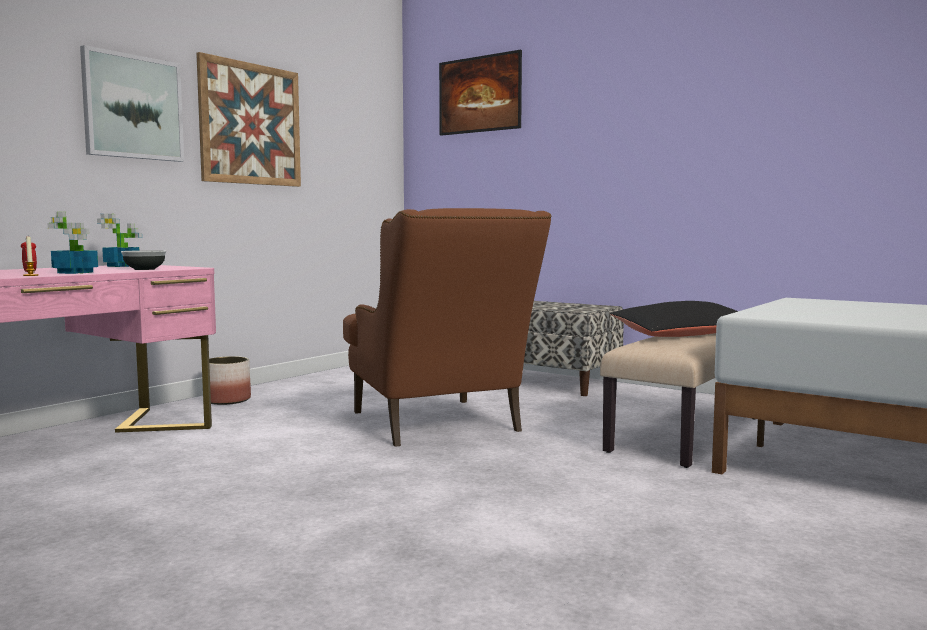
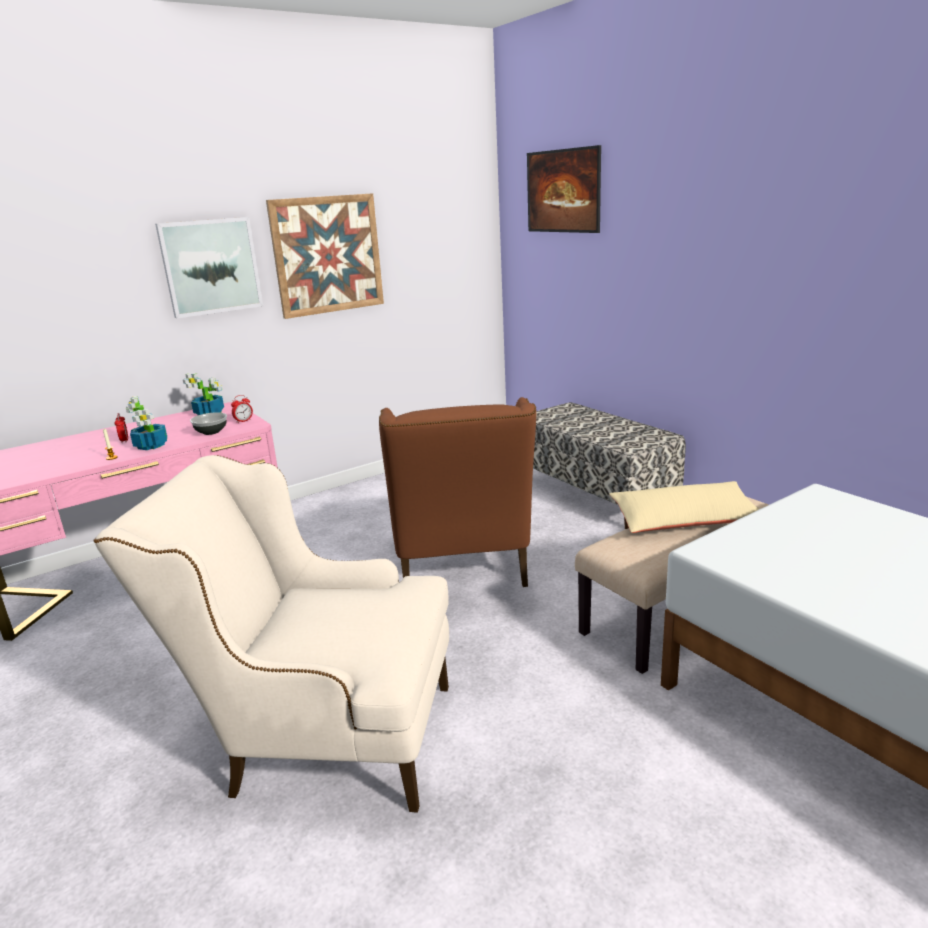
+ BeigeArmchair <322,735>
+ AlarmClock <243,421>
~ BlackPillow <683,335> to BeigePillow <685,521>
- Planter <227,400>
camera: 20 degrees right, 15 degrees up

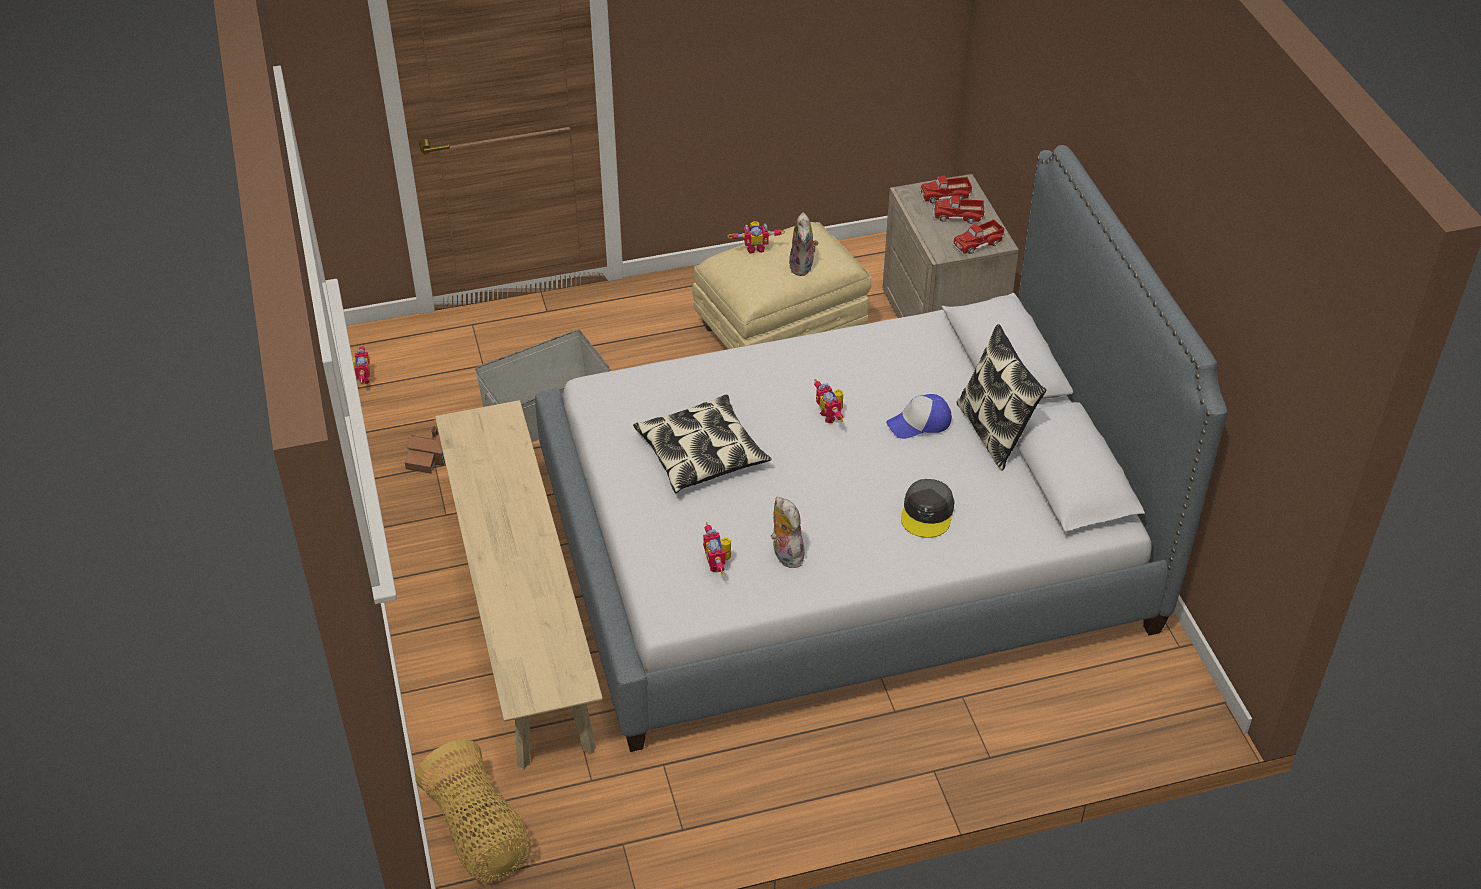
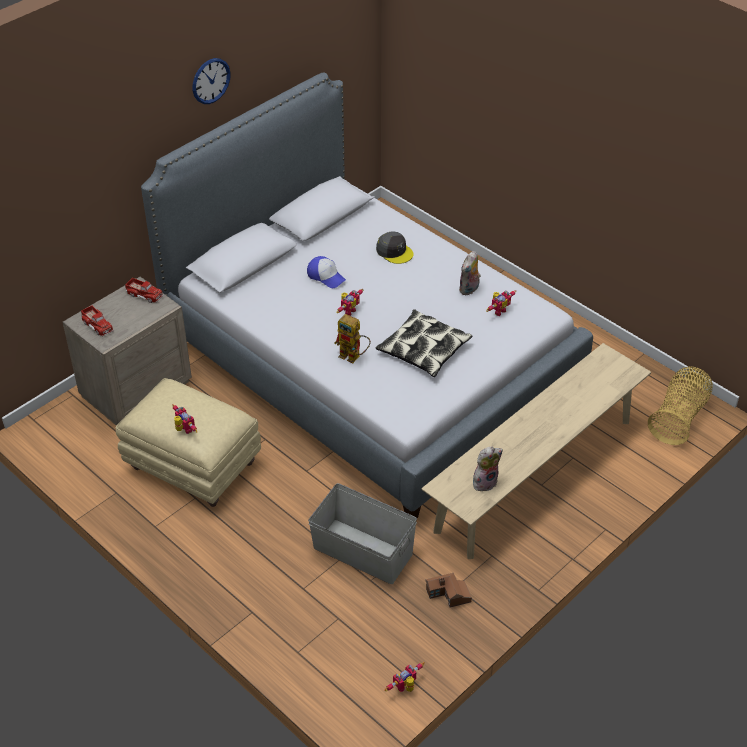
+ WallClock <211,81>
+ ToyRobot <354,357>
~ GreyCap <927,513> = <394,251> 60 degrees clockwise
~ PlushToy <803,267> to <485,481>
- ToyTruck <958,216>
- Pillow <994,432>
camera: 120 degrees left, 0 degrees up

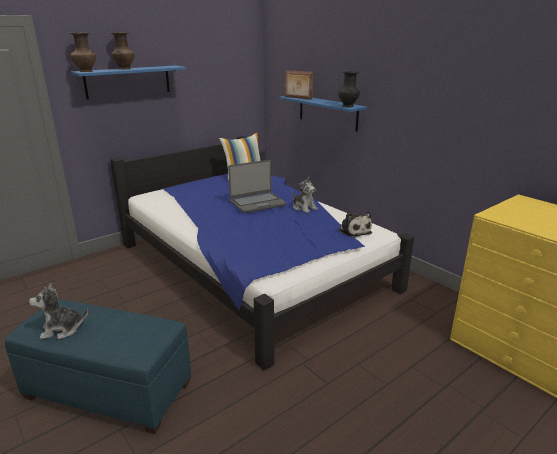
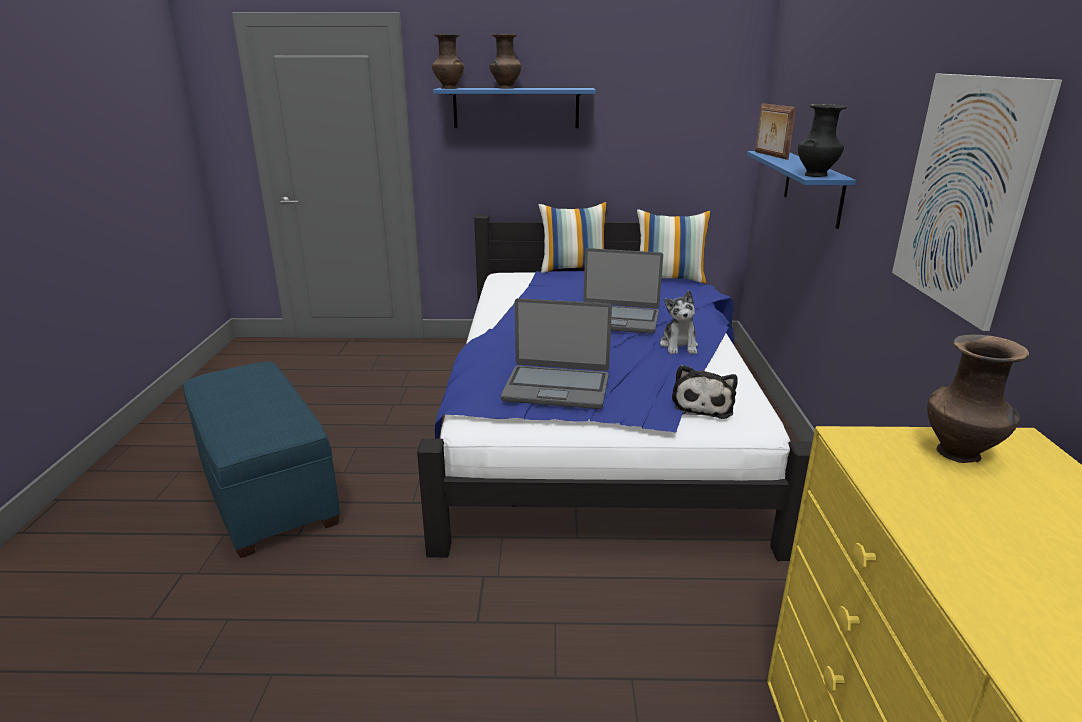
+ Laptop <556,387>
+ Pillow <573,268>
+ Picture <964,194>
+ BrownVase <960,454>
- PlushToy <62,329>
camera: 40 degrees right, 0 degrees up

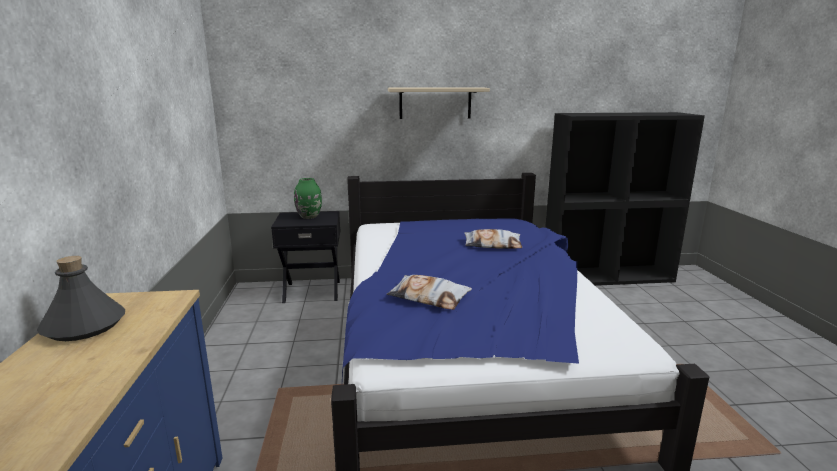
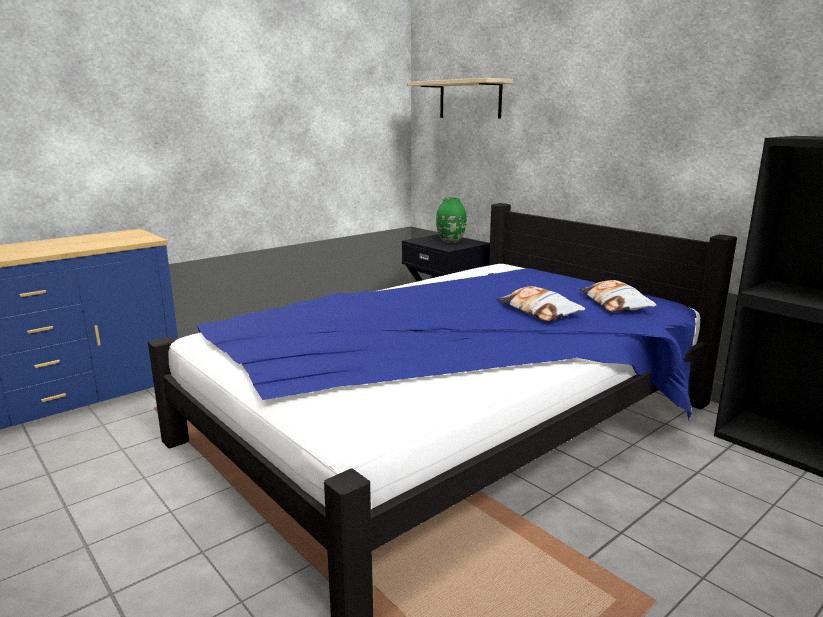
~ BeigeShelf <435,103> to <470,99>
~ Pillow <429,297> to <615,303>
- GreyBottle <85,326>
camera: 55 degrees right, 0 degrees up

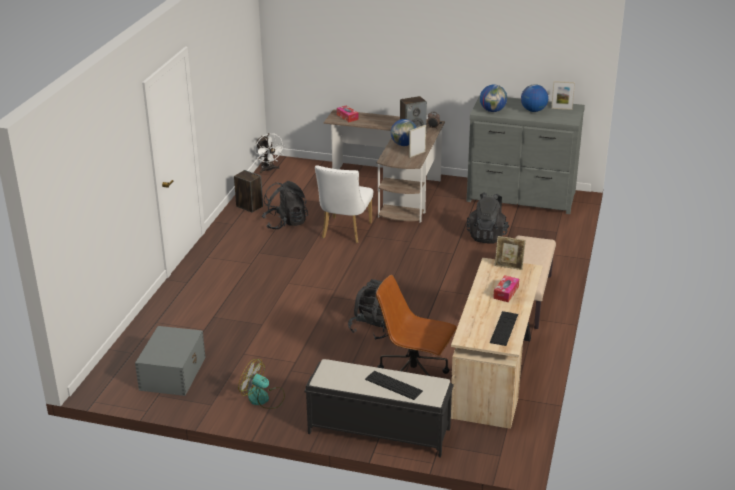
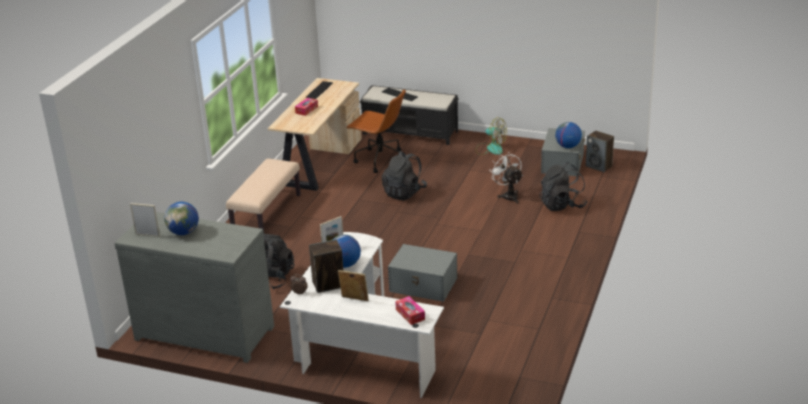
~ BrownDesk <394,189> to WhiteDesk <357,348>
~ PictureFrame <509,267> to <354,299>
~ WhiteChair <344,232> to GreyStorageBox <424,285>
~ WhiteFan <269,170> to <508,195>
~ BlackBackpack <285,223> to <562,205>
~ Globe <492,110> to <568,146>
~ Speaker <249,206> to <599,166>
camera: 175 degrees left, 0 degrees up

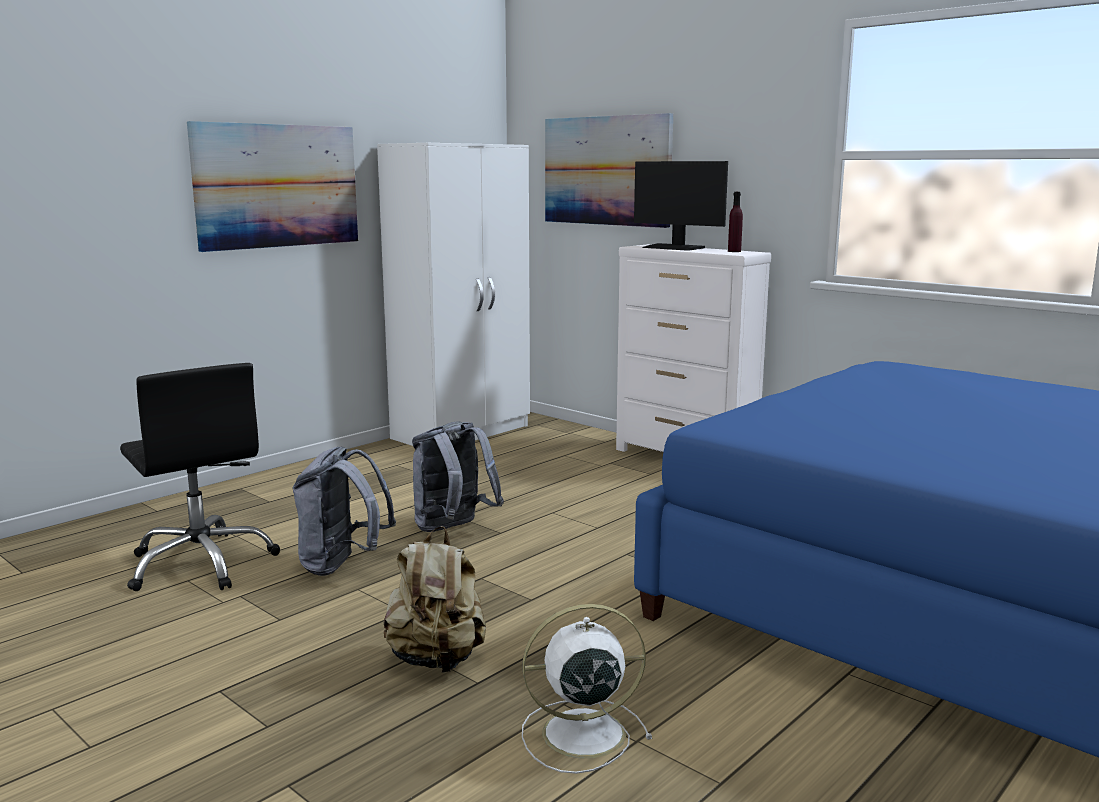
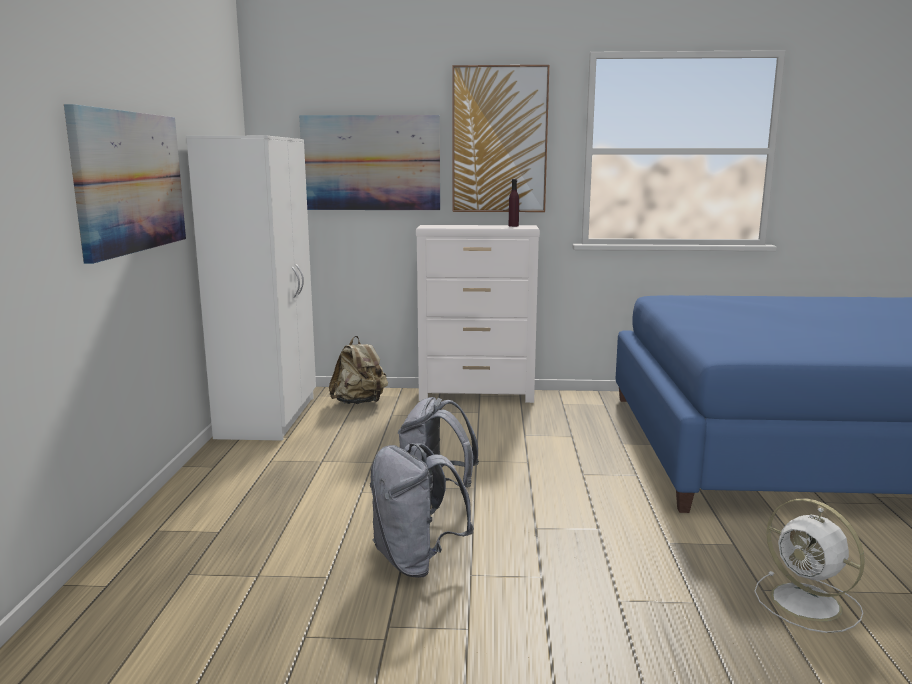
~ BeigeBackpack <437,660> to <360,403>
+ Picture <499,140>
~ WhiteFan <579,734> = <808,603> 75 degrees counterclockwise
- BlackOfficeChair <202,563>
- Monitor <674,247>
camera: 40 degrees left, 0 degrees up

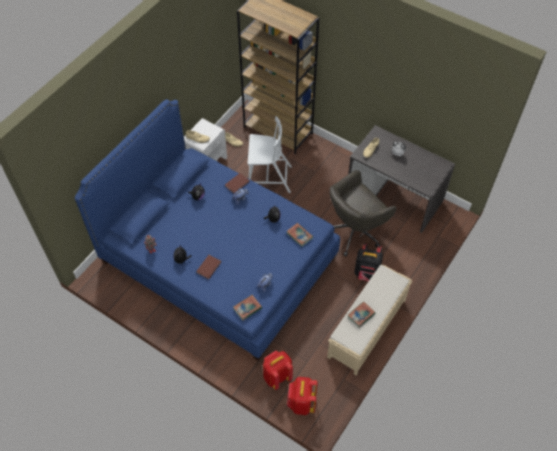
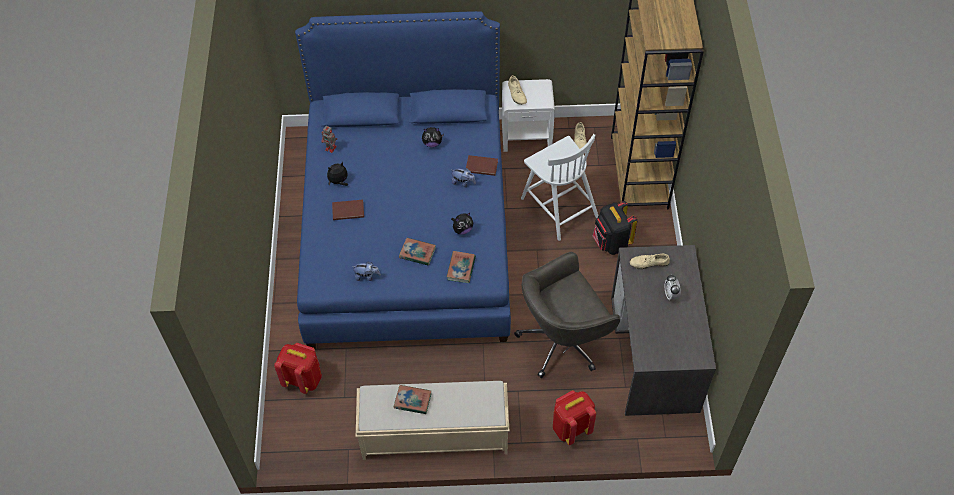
~ Book <247,308> to <417,253>
~ GreyOfficeChair <355,231> = <563,340> 45 degrees counterclockwise
~ RedBackpack <301,403> to <571,427>
~ BlackBackpack <366,273> to <611,243>
camera: 55 degrees right, 0 degrees up

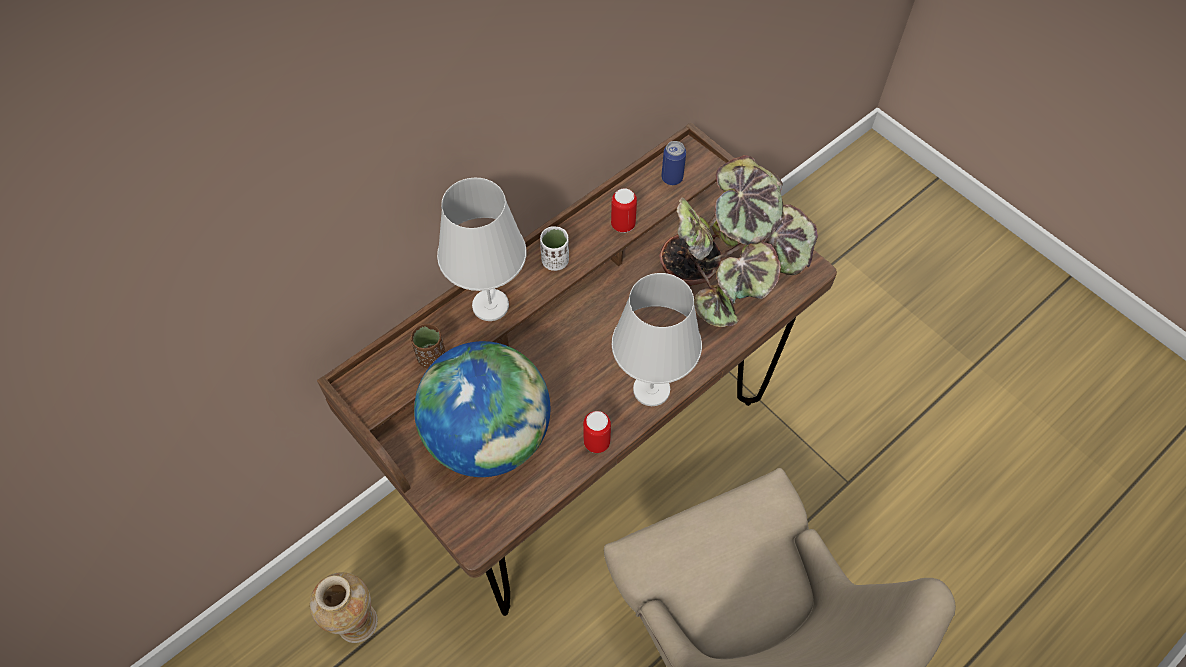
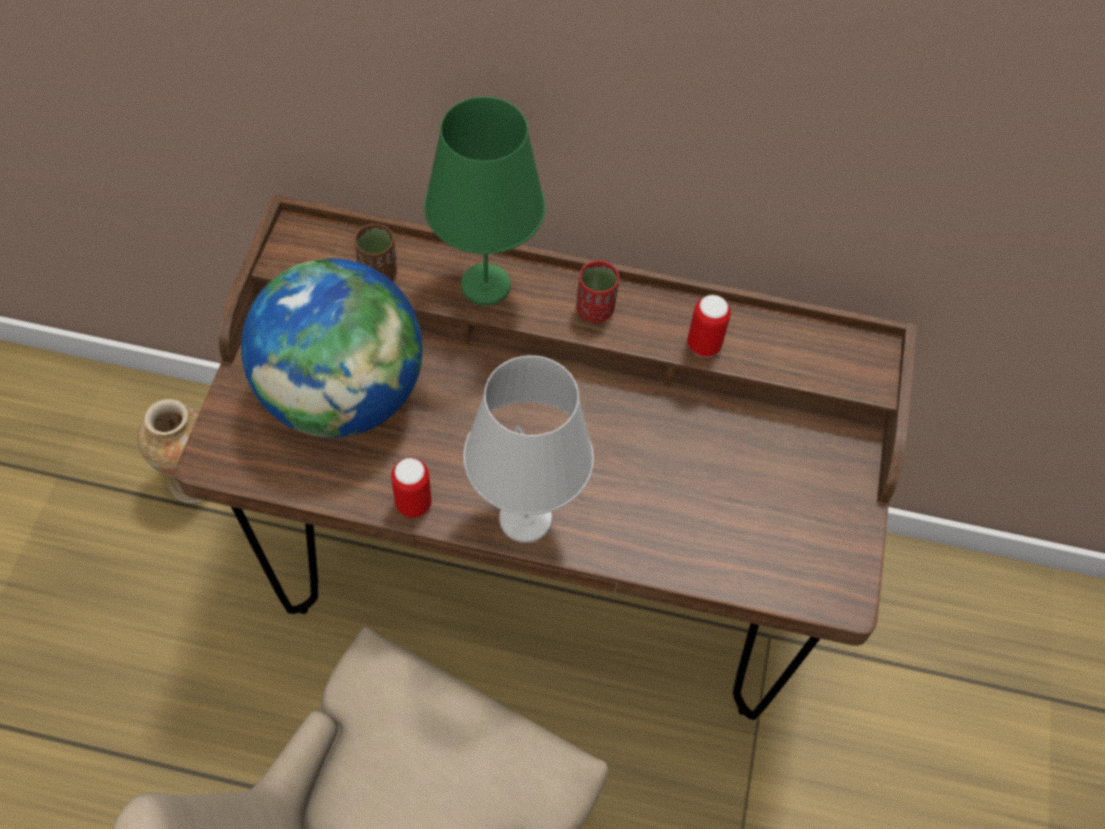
~ WhiteTableLamp <491,305> to GreenTableLamp <486,285>
~ WhiteCup <555,261> to RedCup <595,309>
- PottedPlant <731,271>
- Can <672,178>
camera: 50 degrees right, 0 degrees up

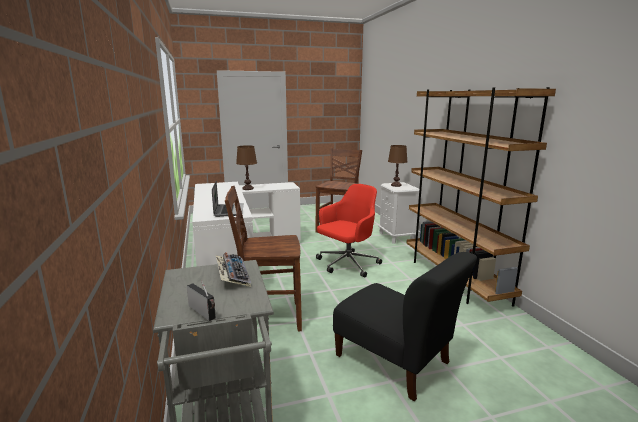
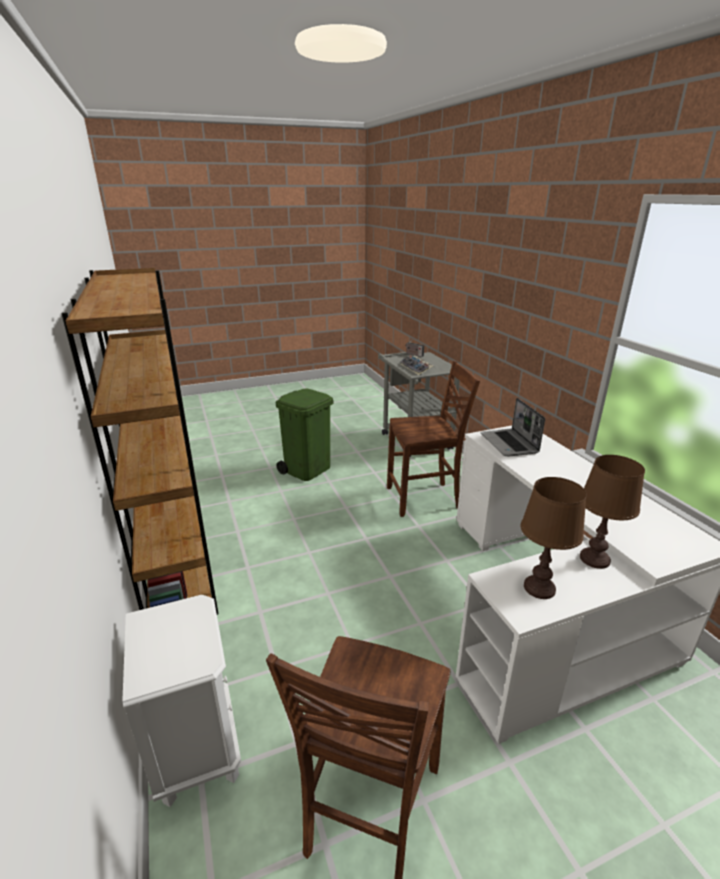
~ BlackChair <395,362> to GreenTrashCan <307,469>
~ BrownTableLamp <396,185> to <539,588>
- RedOfficeChair <347,264>
camera: 175 degrees right, 10 degrees up

